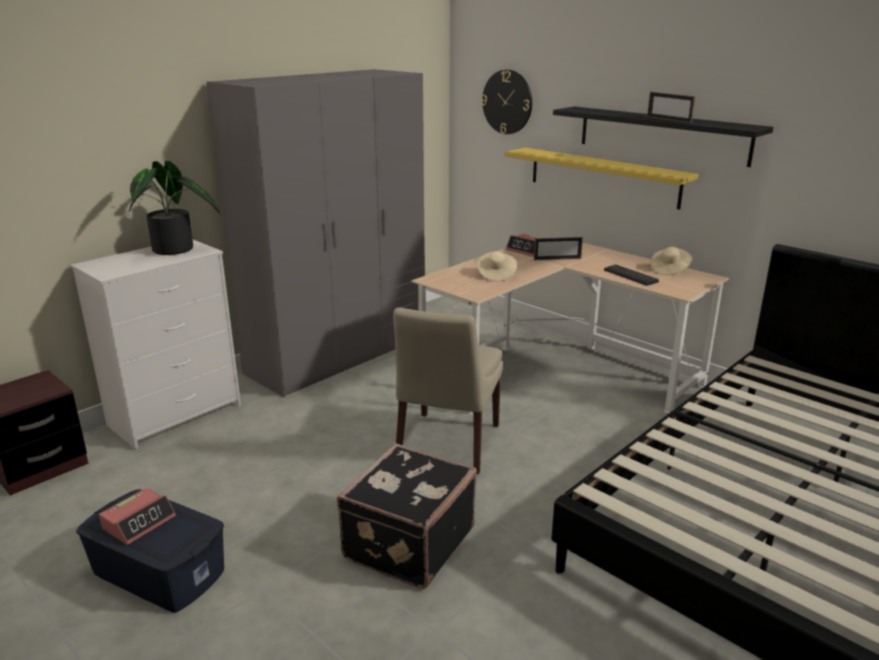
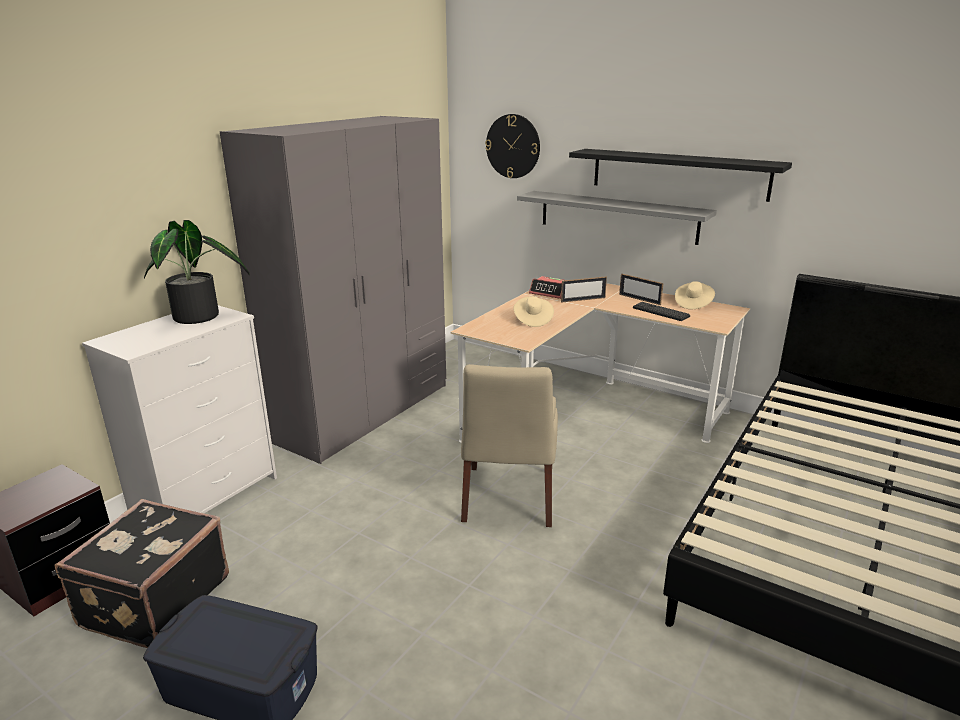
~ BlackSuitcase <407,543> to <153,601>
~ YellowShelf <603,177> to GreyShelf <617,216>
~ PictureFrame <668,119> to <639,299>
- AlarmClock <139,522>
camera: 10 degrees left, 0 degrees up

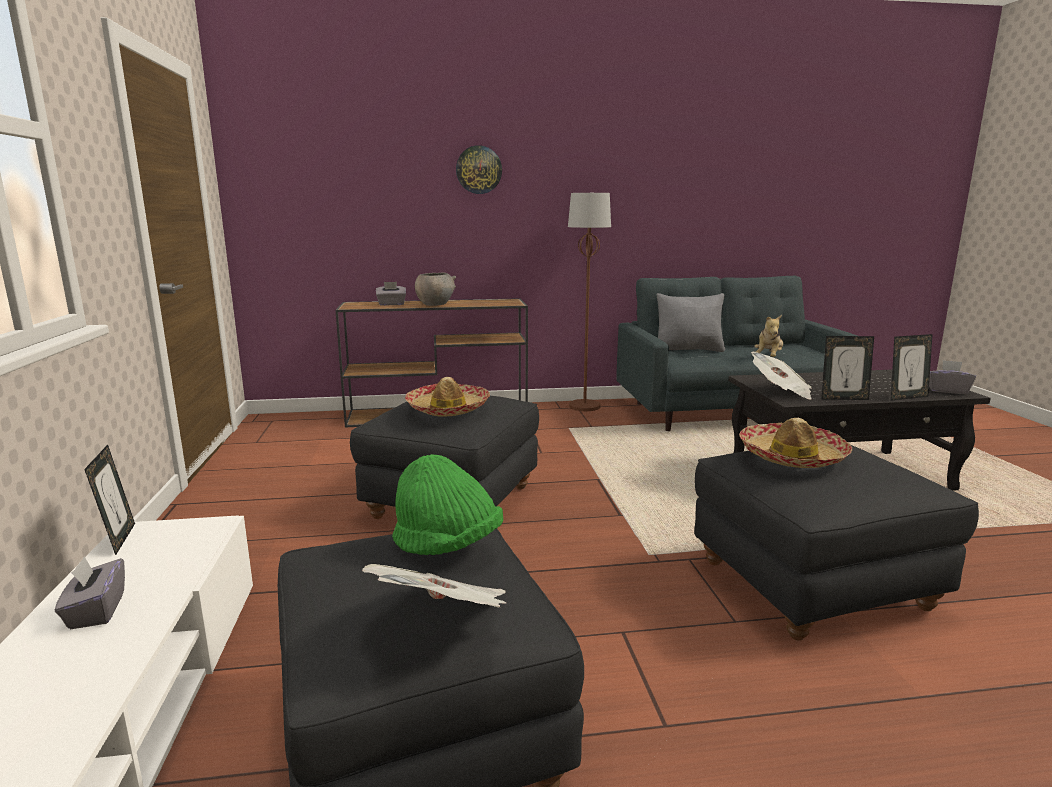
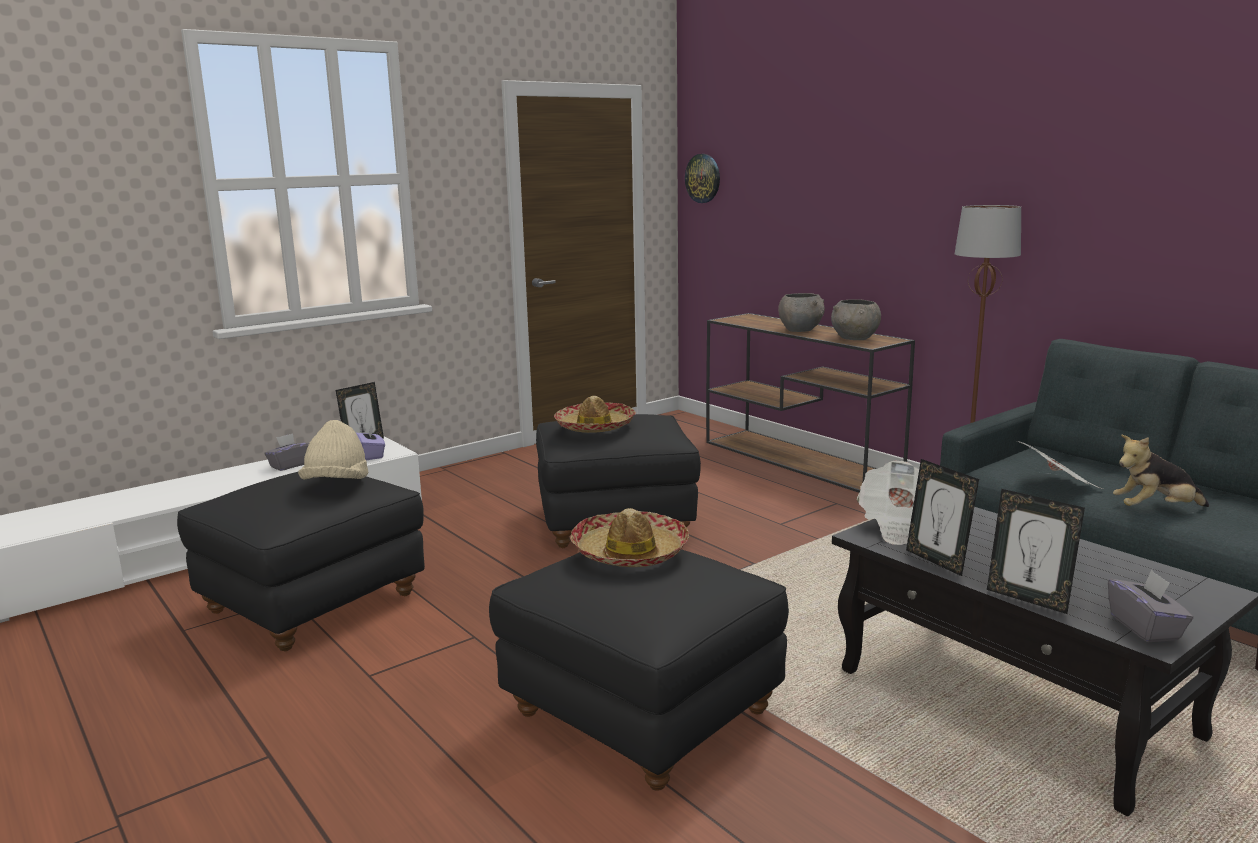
~ GreenHat <447,545> to BeigeHat <336,484>
+ PurpleTissueBox <371,455>
~ WallClock <478,170> to <703,178>
+ GreyBowl <855,339>
~ Newspaper <444,618> to <1056,485>
- GreyTissueBox <391,304>
- GreyPillow <689,349>
camera: 60 degrees right, 0 degrees up

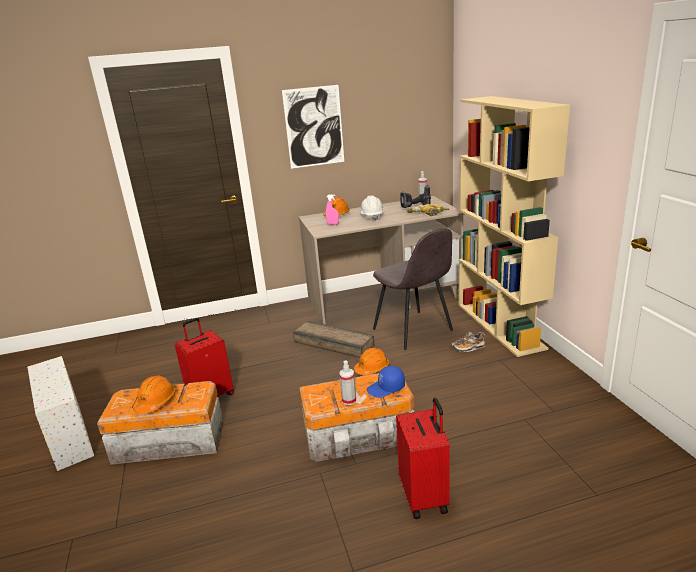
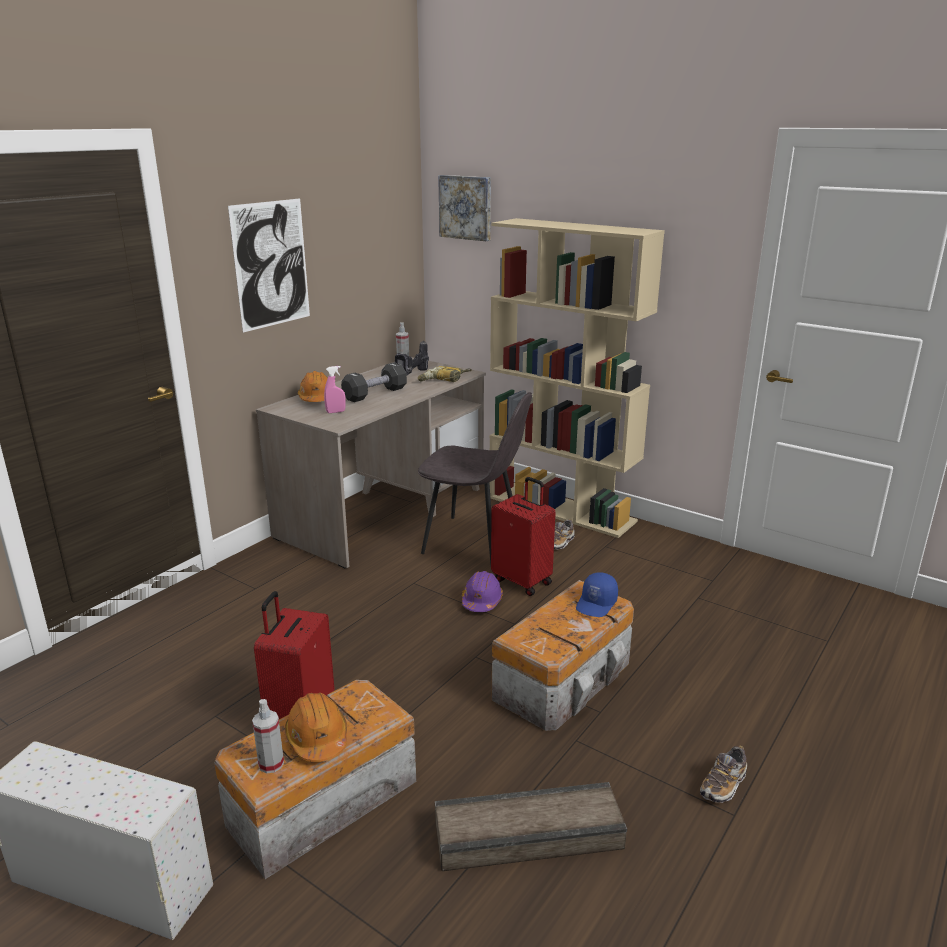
~ SprayBottle <349,400> to <271,764>
~ WhiteHardHat <372,217> to BlackDumbbell <375,394>
~ Crate <334,343> to <527,832>
+ Picture <466,207>
~ OrangeHardHat <372,368> to PurpleHardHat <481,601>
~ RedSuitcase <425,497> to <523,581>
+ Shoe <723,785>
camera: 40 degrees left, 0 degrees up

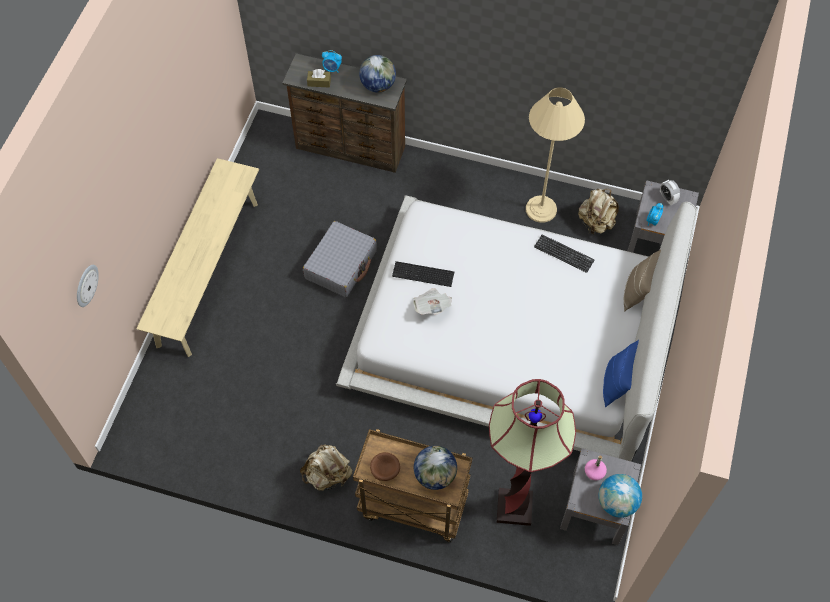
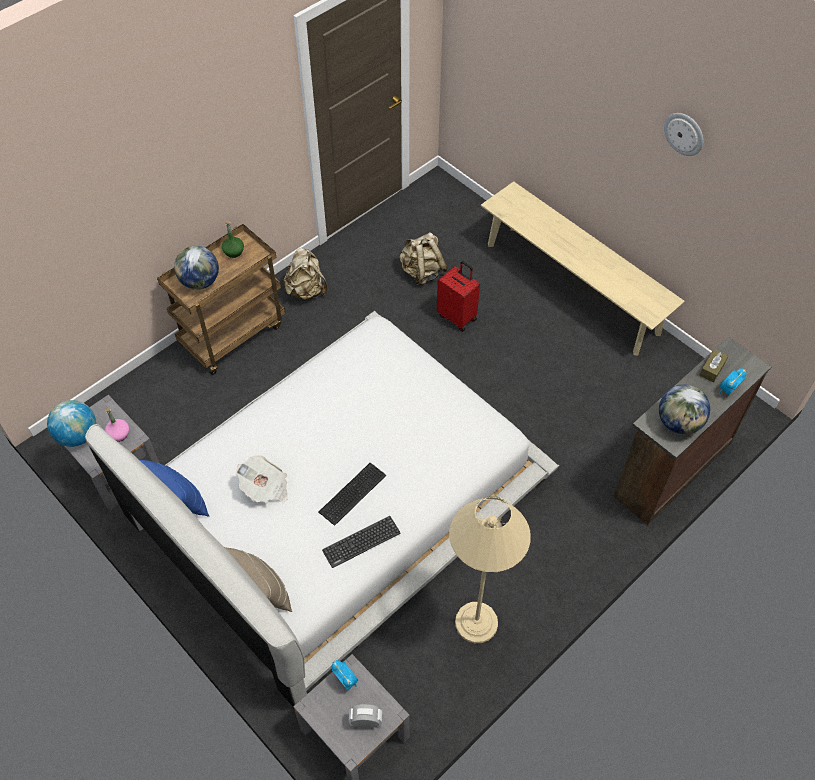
~ BrownBowl <384,470> to GreenBottle <234,251>
~ Newspaper <432,306> to <265,488>
~ Keyboard <423,275> to <351,493>
~ BeigeBackpack <596,222> to <422,272>
+ RedSuitcase <457,316>
~ WallClock <86,285> to <684,133>
- GreySuitcase <341,264>
- FloorLamp <514,507>
camera: 120 degrees right, 5 degrees down

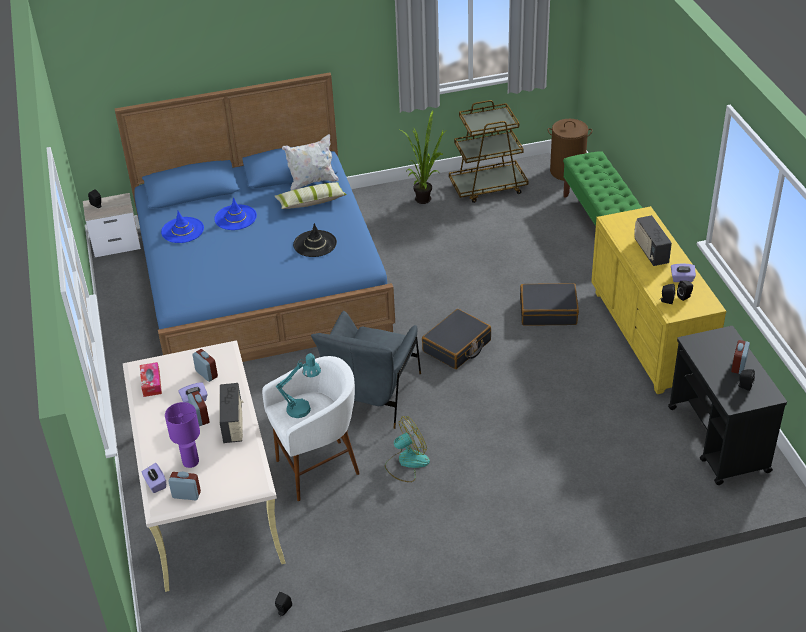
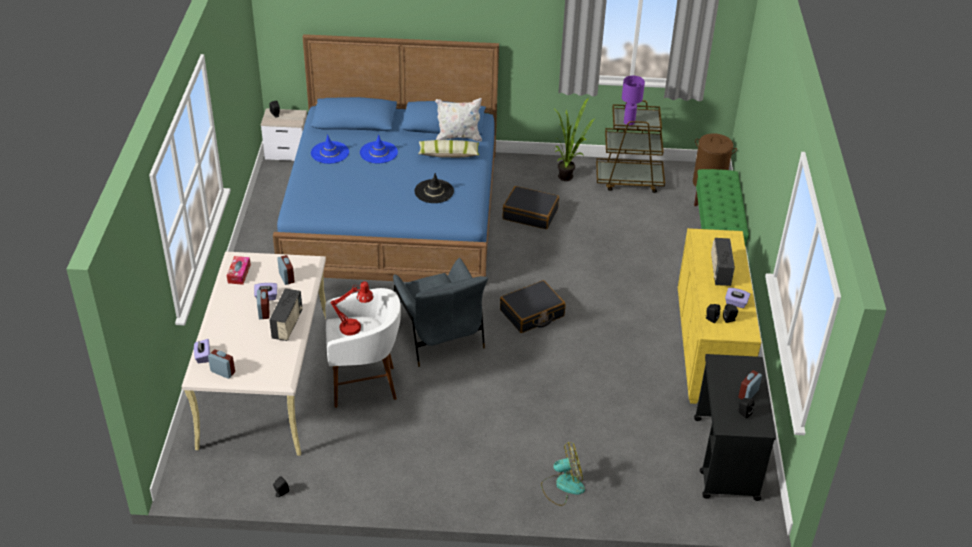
~ TurquoiseTableLamp <303,407> to RedTableLamp <355,327>
~ GreyArmchair <371,393> = <438,334> 60 degrees counterclockwise
~ BlackSuitcase <548,311> to <530,214>
~ Fan <406,462> to <562,486>
~ PurpleTableLamp <191,462> to <629,122>
camera: 15 degrees right, 0 degrees up

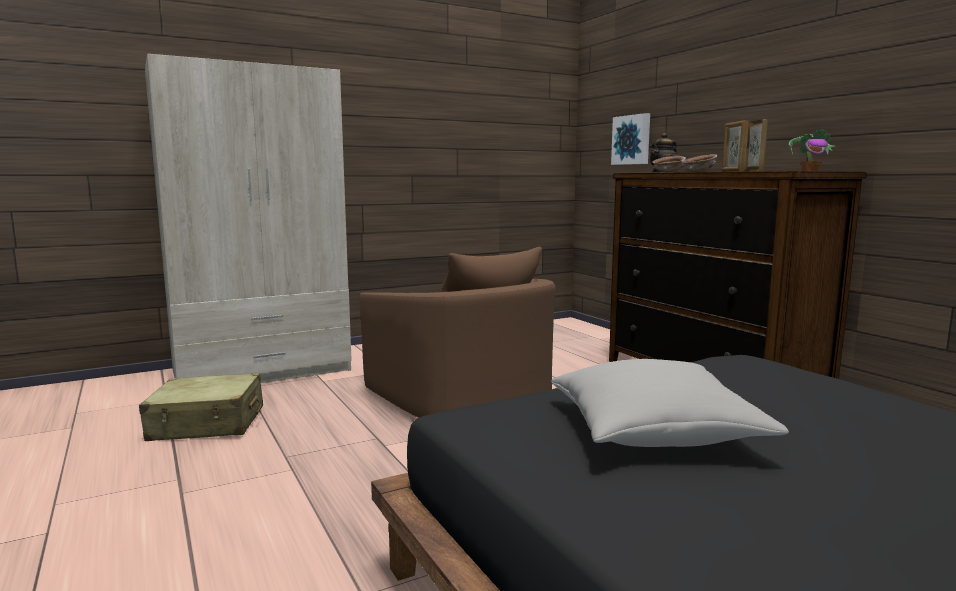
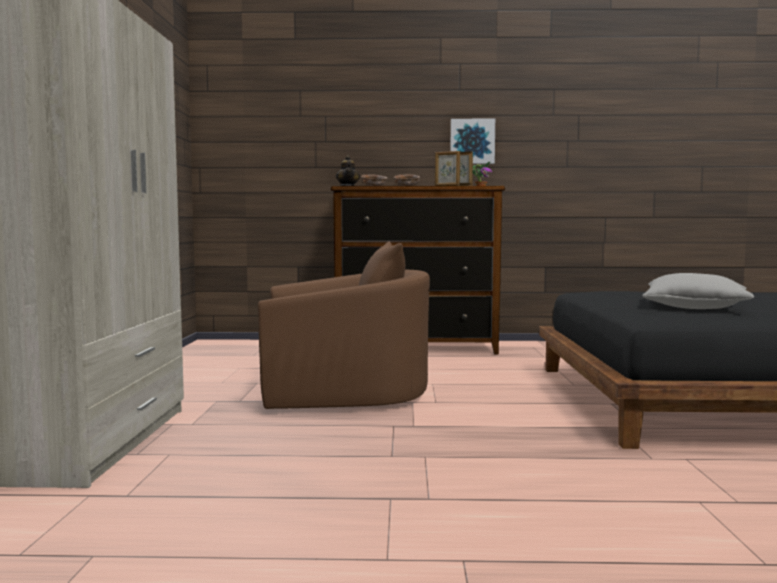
~ Picture <632,140> to <472,141>
- BeigeSuitcase <207,424>
camera: 60 degrees left, 5 degrees down

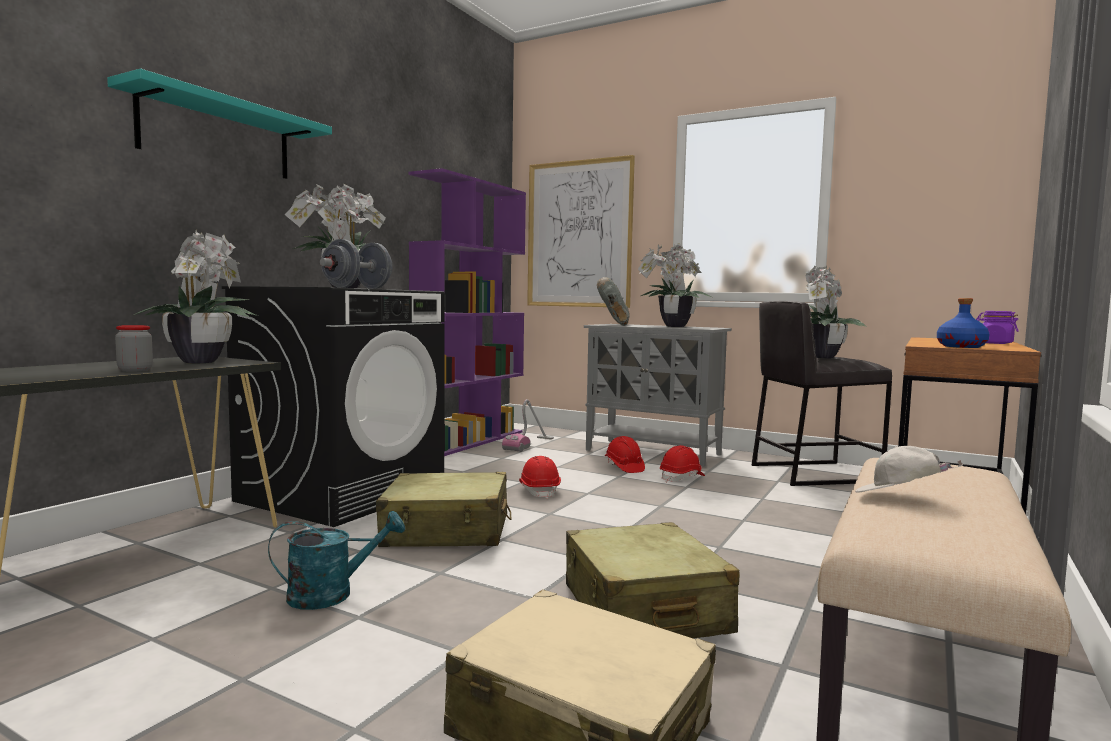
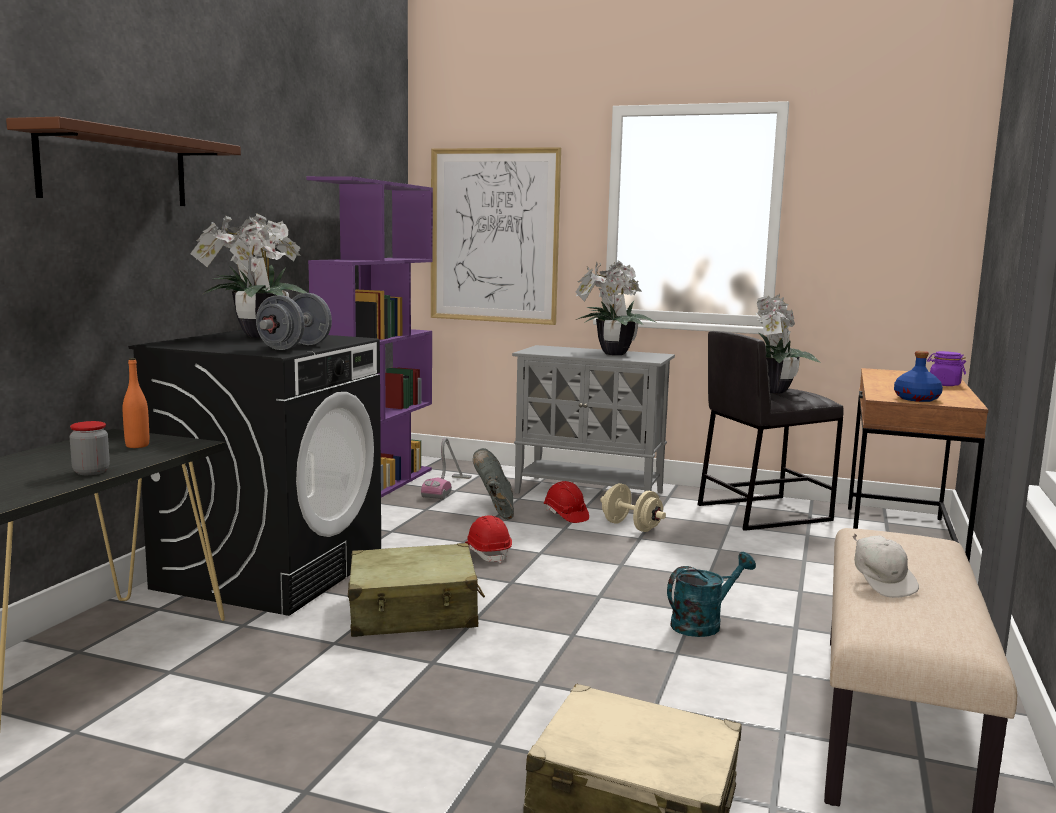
~ TurquoiseShelf <217,136> to BrownShelf <115,168>
~ PottedPlant <203,361> to OrangeBottle <137,445>
~ GreyBoot <614,324> to <496,510>
~ RedHardHat <682,478> to BeigeDumbbell <631,526>
~ TurquoiseWateringCan <332,594> to <703,623>
~ WhiteCap <899,498> = <882,583> 120 degrees counterclockwise
- BeigeSuitcase <643,609>
camera: 10 degrees left, 5 degrees up

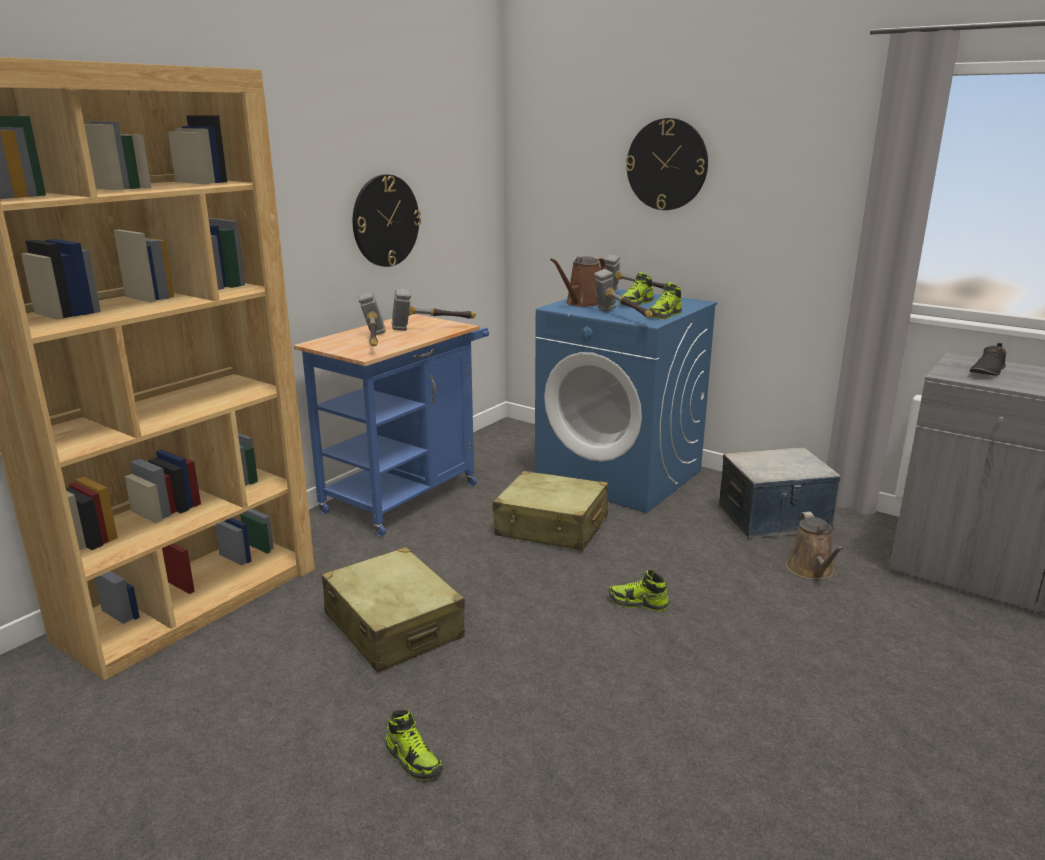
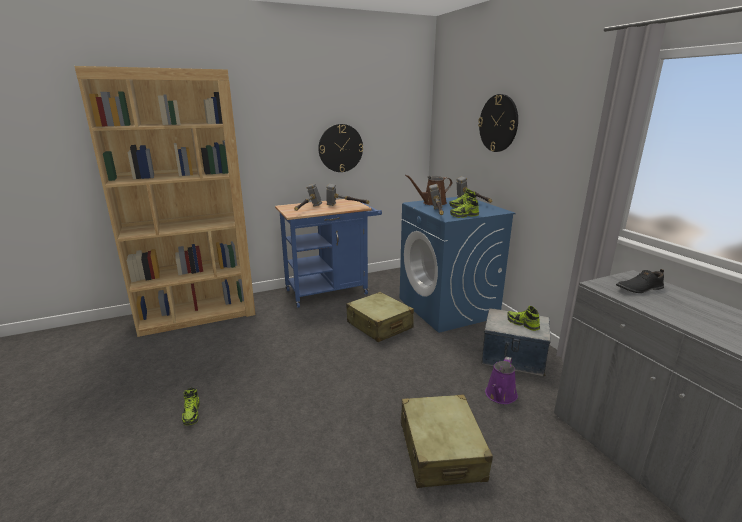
~ BeigeSuitcase <393,626> to <441,450>
~ BrownWateringCan <811,570> to PurpleWateringCan <500,396>
~ Shoe <638,603> to <522,324>
camera: 30 degrees right, 0 degrees up

